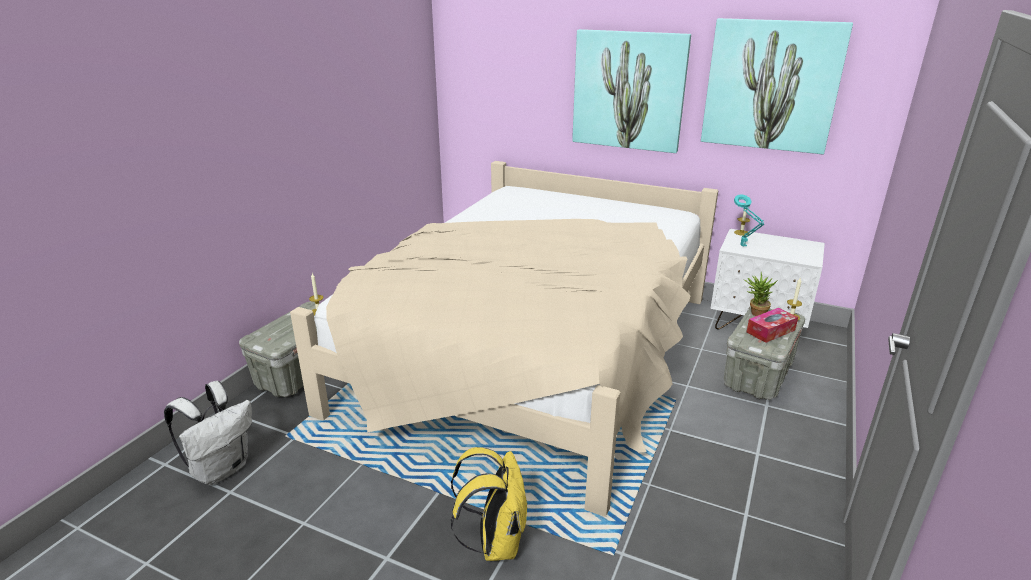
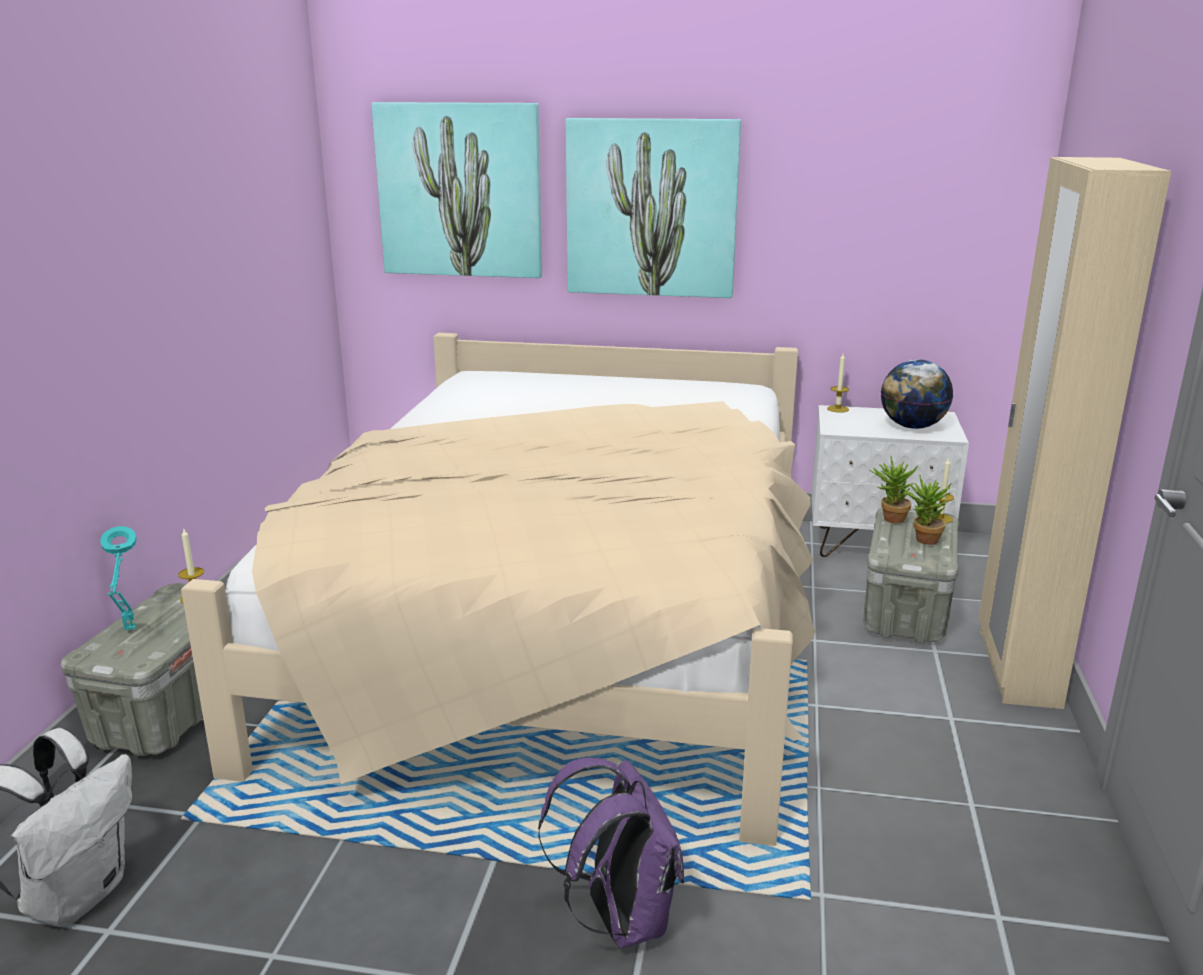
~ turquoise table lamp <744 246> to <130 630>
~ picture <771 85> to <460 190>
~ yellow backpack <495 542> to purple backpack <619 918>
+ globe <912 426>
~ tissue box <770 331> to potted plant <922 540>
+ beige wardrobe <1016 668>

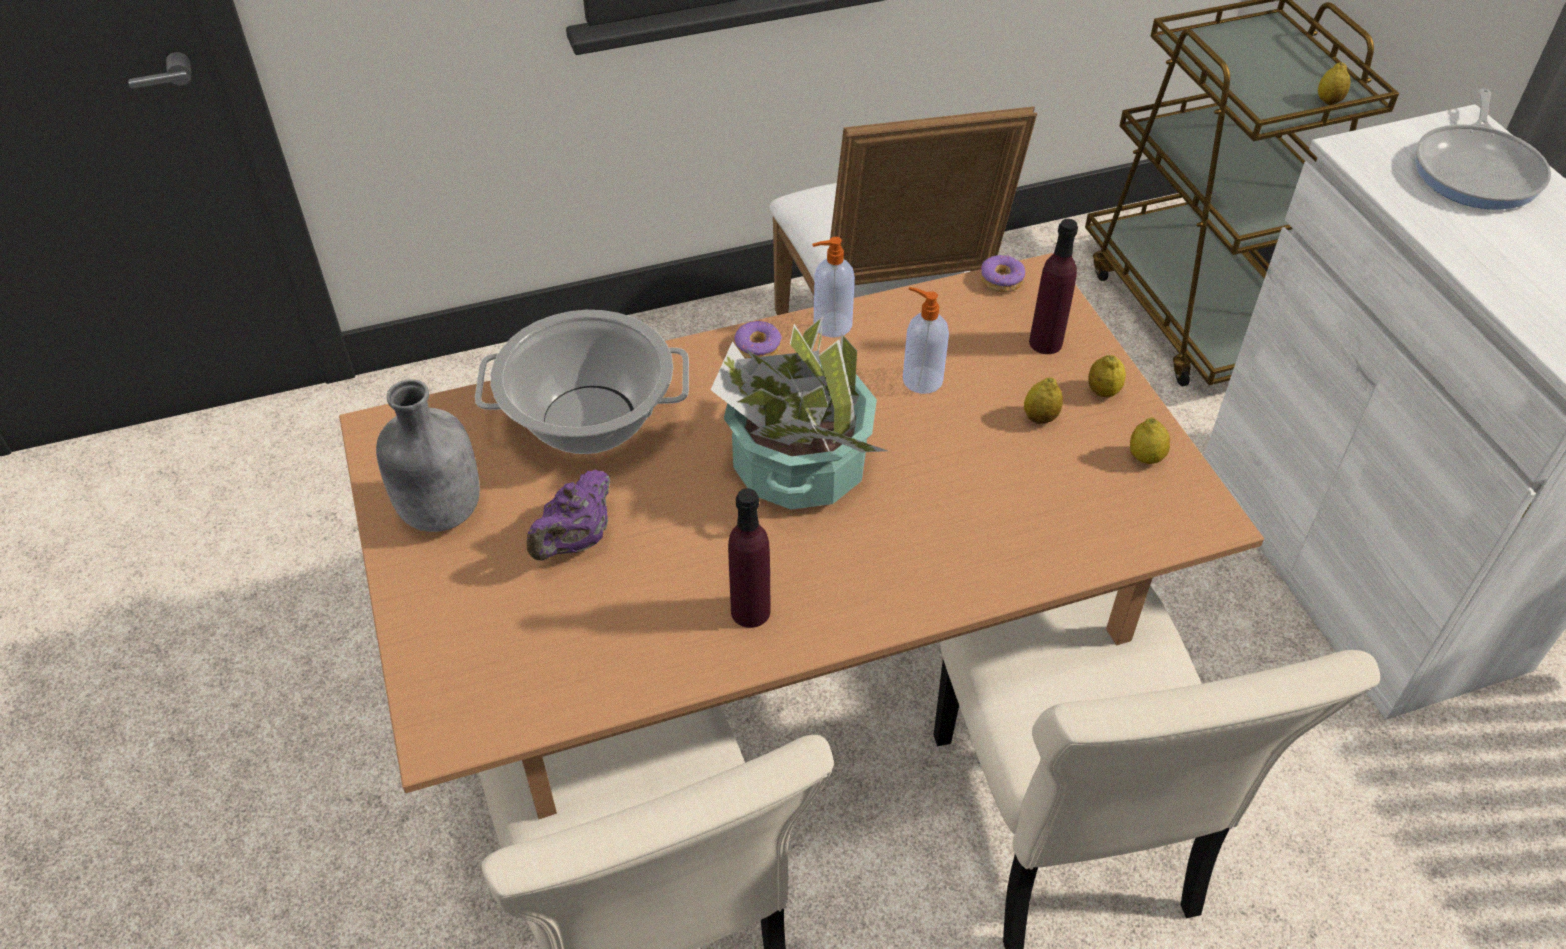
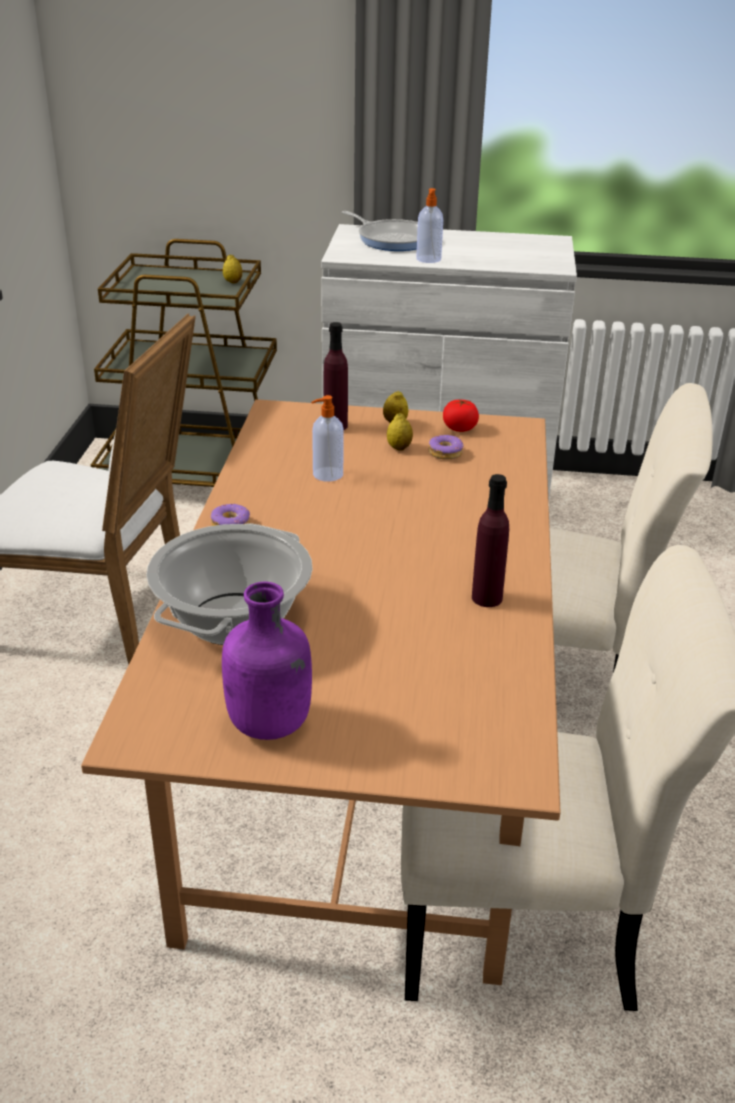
~ grey bottle <440 512> to purple bottle <270 725>
~ soap dispenser <831 325> to <428 259>
~ donut <1002 280> to <445 453>
~ lemon <1145 457> to tomato <459 428>
- purple teapot <575 541>
- potted plant <799 466>

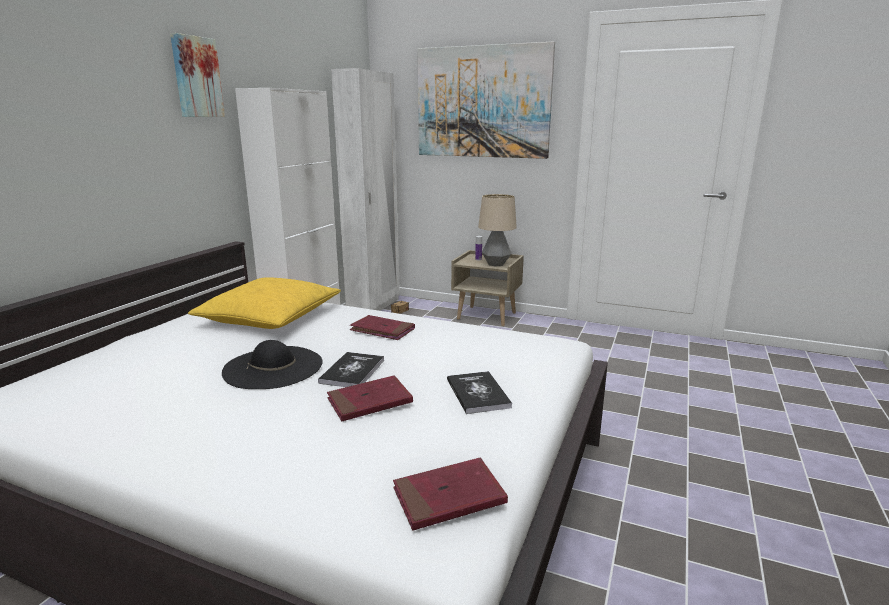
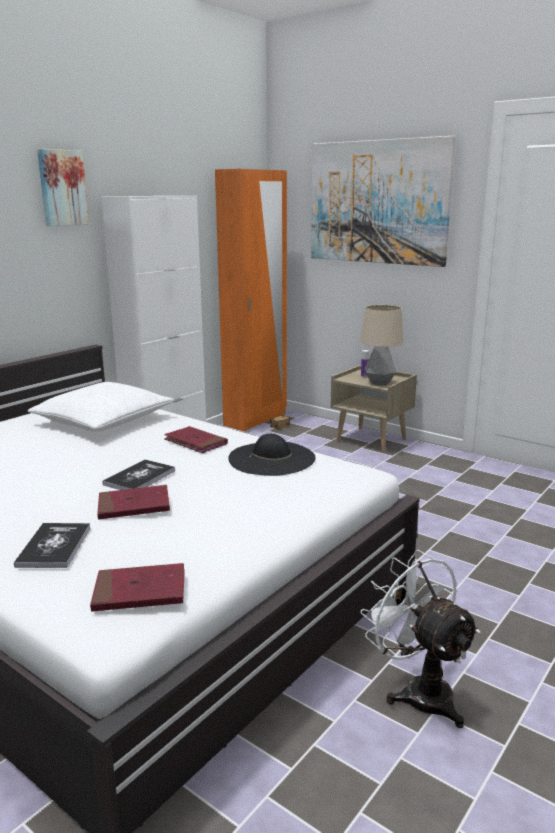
~ book <477 393> to <54 546>
~ yellow pillow <269 317> to white pillow <103 420>
~ white wardrobe <374 307> to orange wardrobe <256 419>
~ black hat <273 367> to <272 458>
+ white fan <419 691>

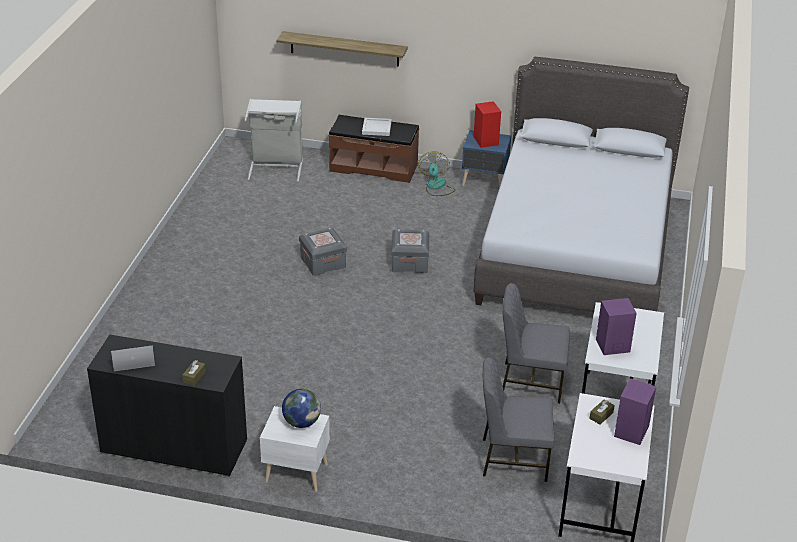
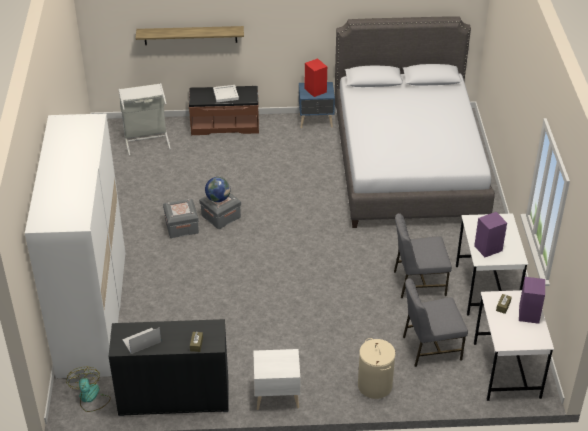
+ white wardrobe <92 313>
~ fan <436 187> to <90 398>
~ grey storage box <409 262> to <181 226>
~ globe <301 422> to <218 199>
+ beige laundry basket <375 386>

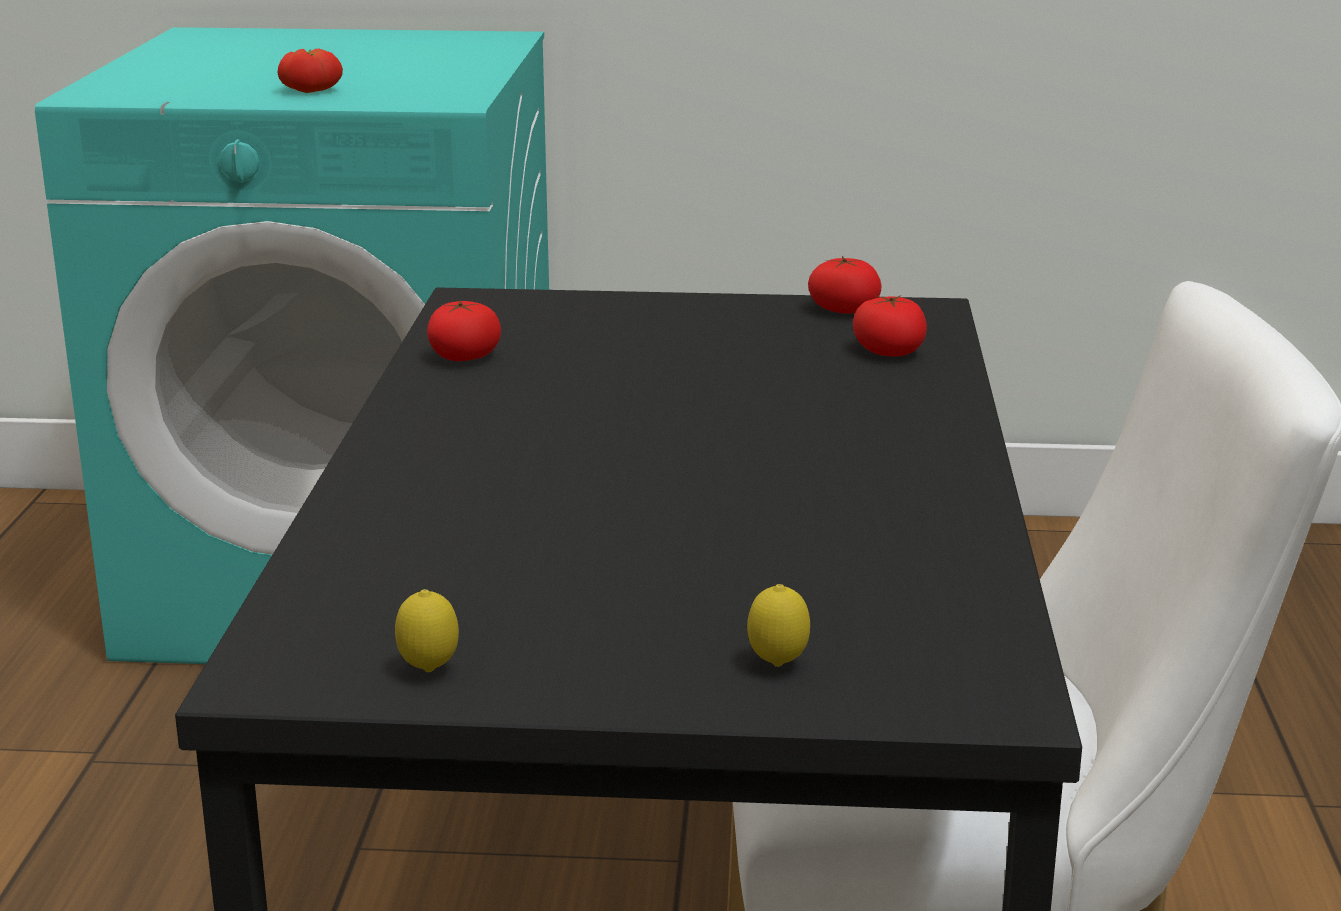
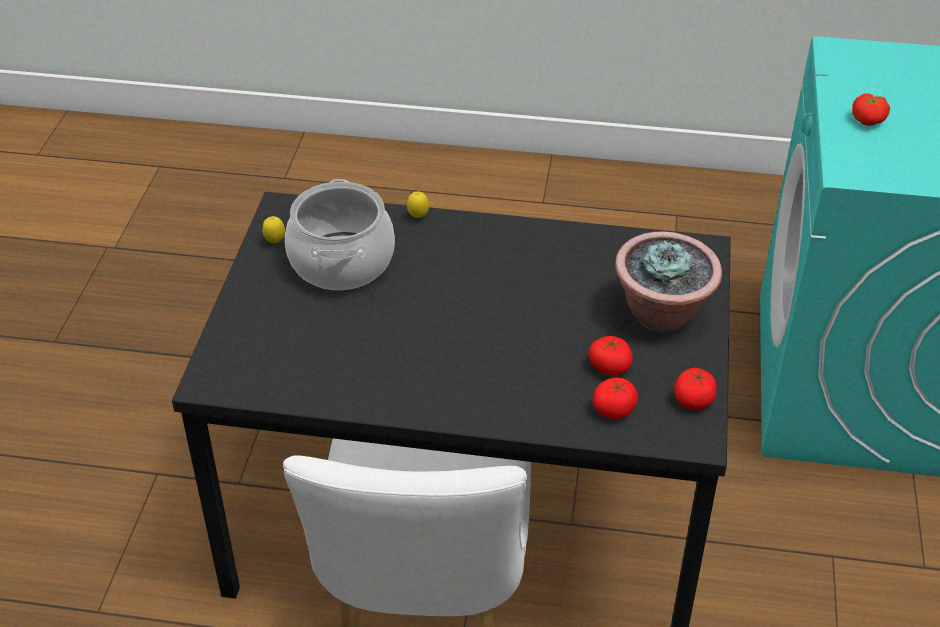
+ cooking pot <341 262>
~ lemon <777 665> to <418 217>
~ tomato <464 357> to <609 366>
+ potted plant <662 313>

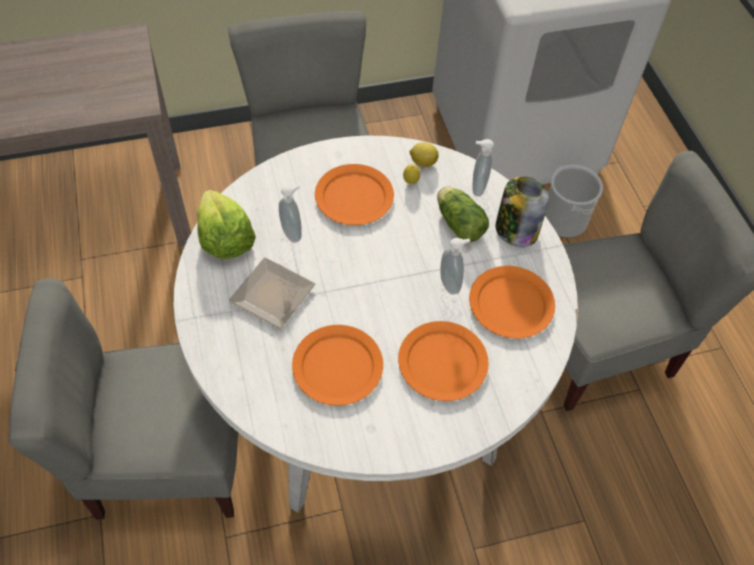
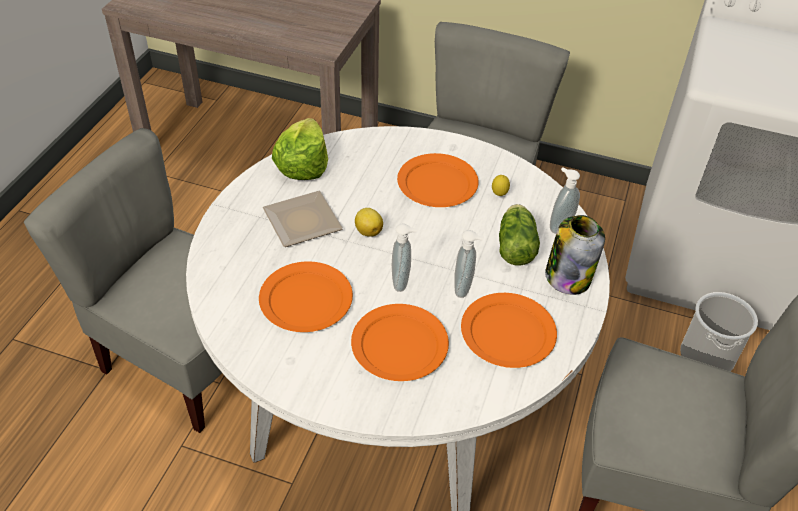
~ lemon <422 162> to <368 231>
~ soap dispenser <293 233> to <402 282>

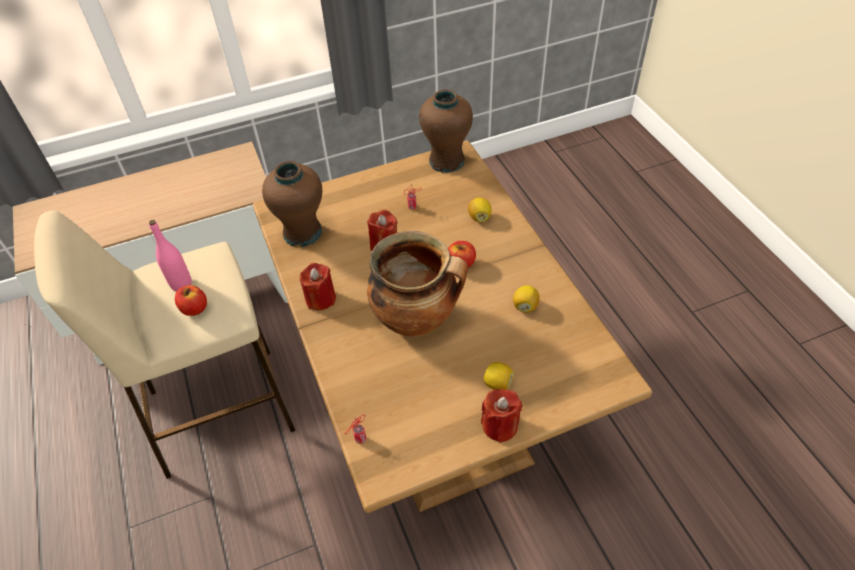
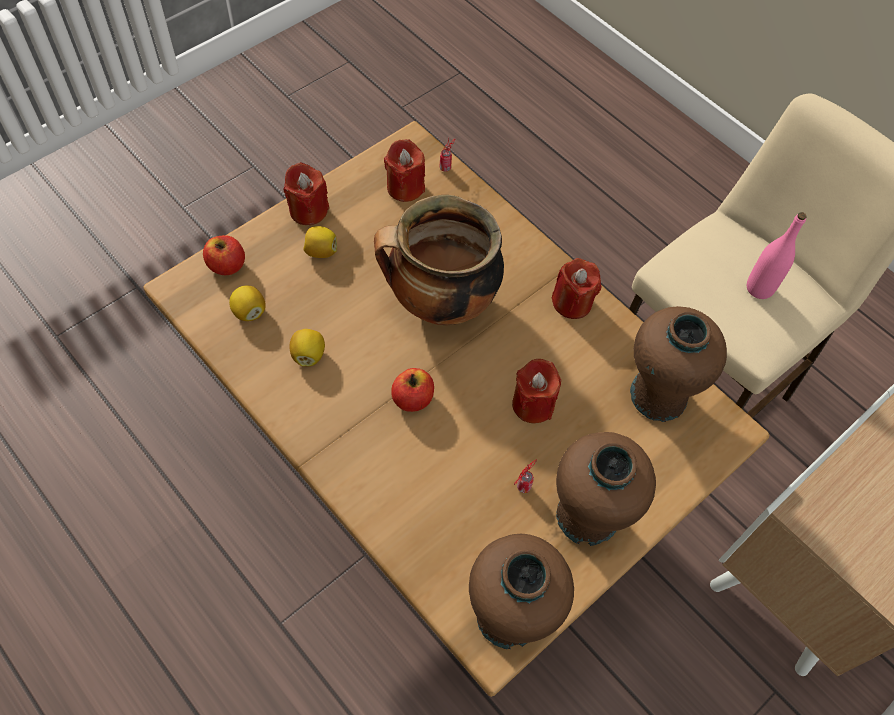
~ apple <194 309> to <227 265>
~ lemon <479 217> to <249 312>
+ red candle <405 187>
+ brown vase <588 516>

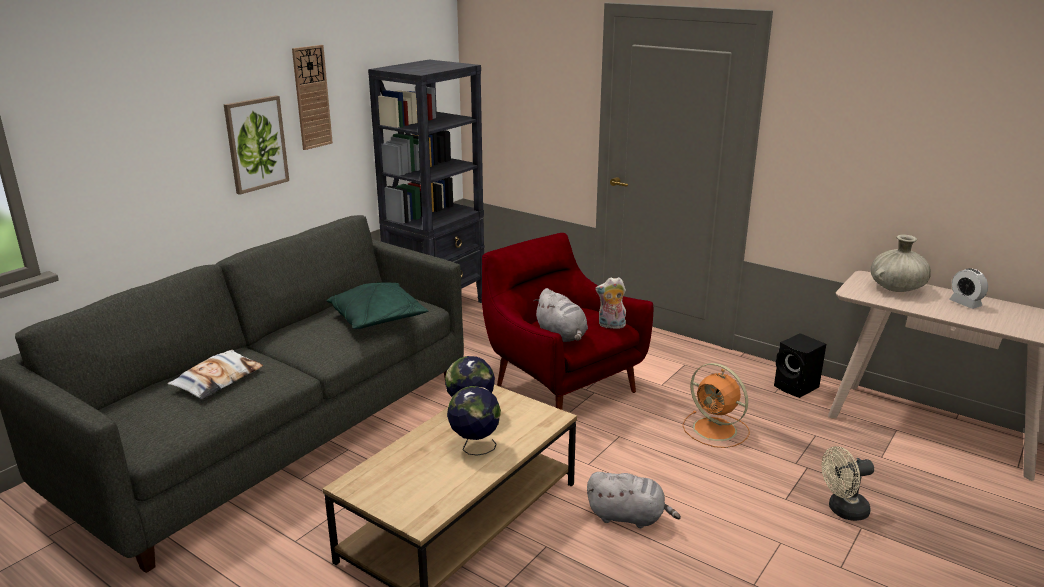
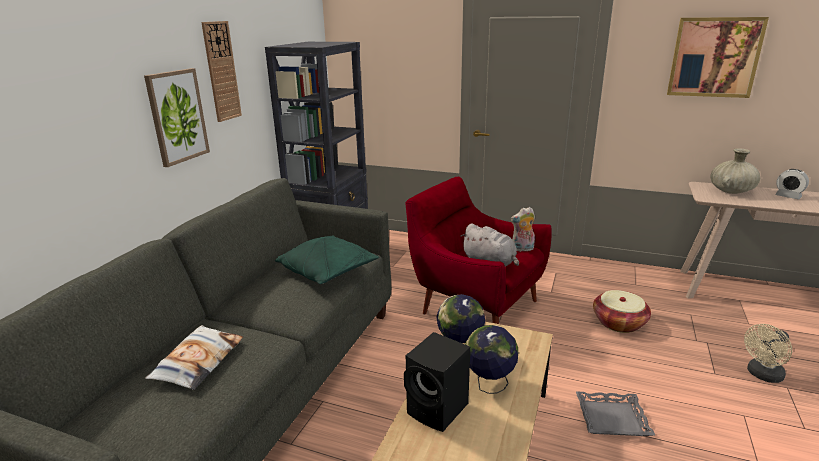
~ black speaker <797 387> to <439 410>
~ grey plush toy <629 517> to grey tray <612 418>
~ orange fan <716 430> to basket <619 323>
+ picture <714 57>

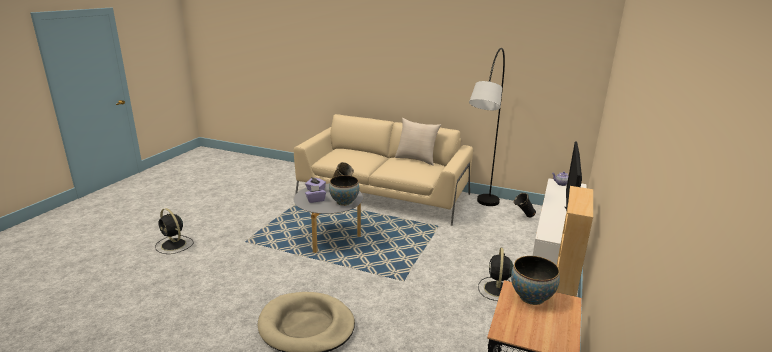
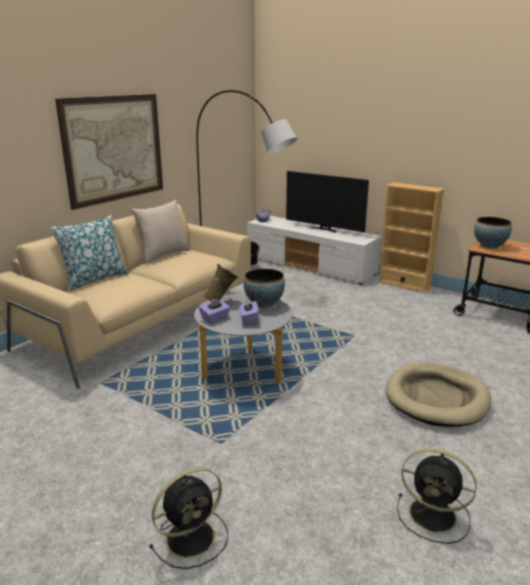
+ pillow <94 279>
+ picture <114 149>
~ black fan <497 290> to <434 516>

